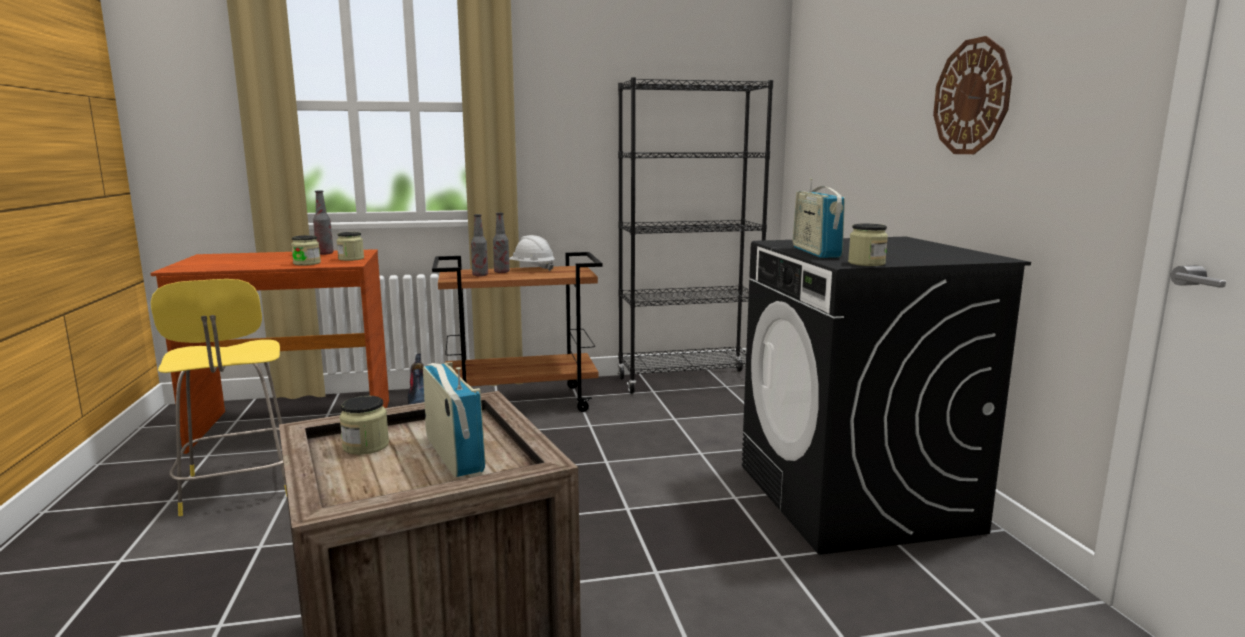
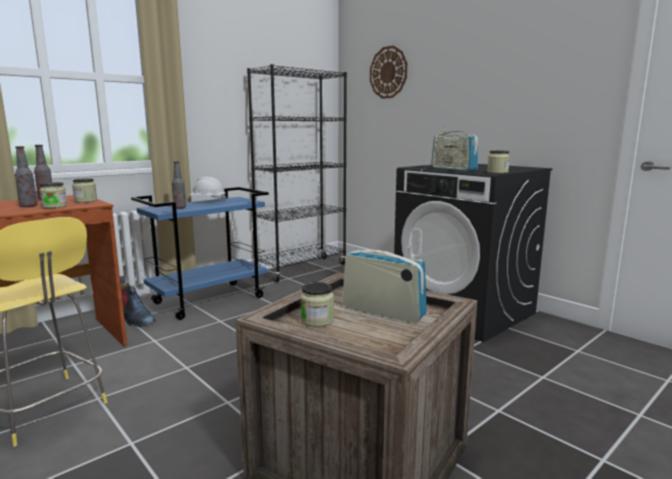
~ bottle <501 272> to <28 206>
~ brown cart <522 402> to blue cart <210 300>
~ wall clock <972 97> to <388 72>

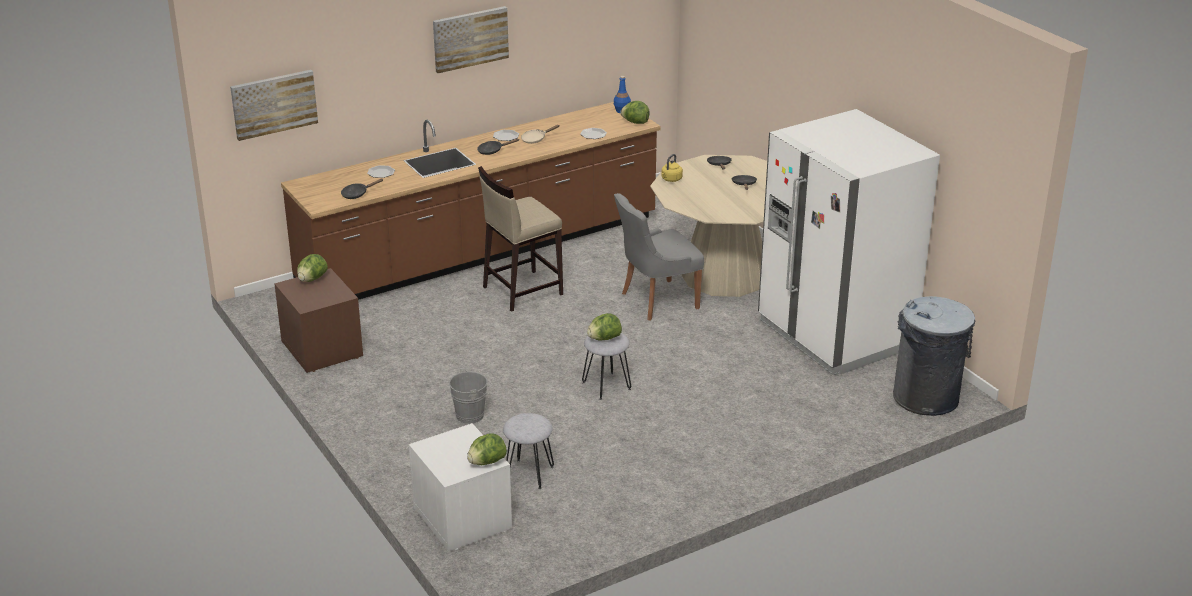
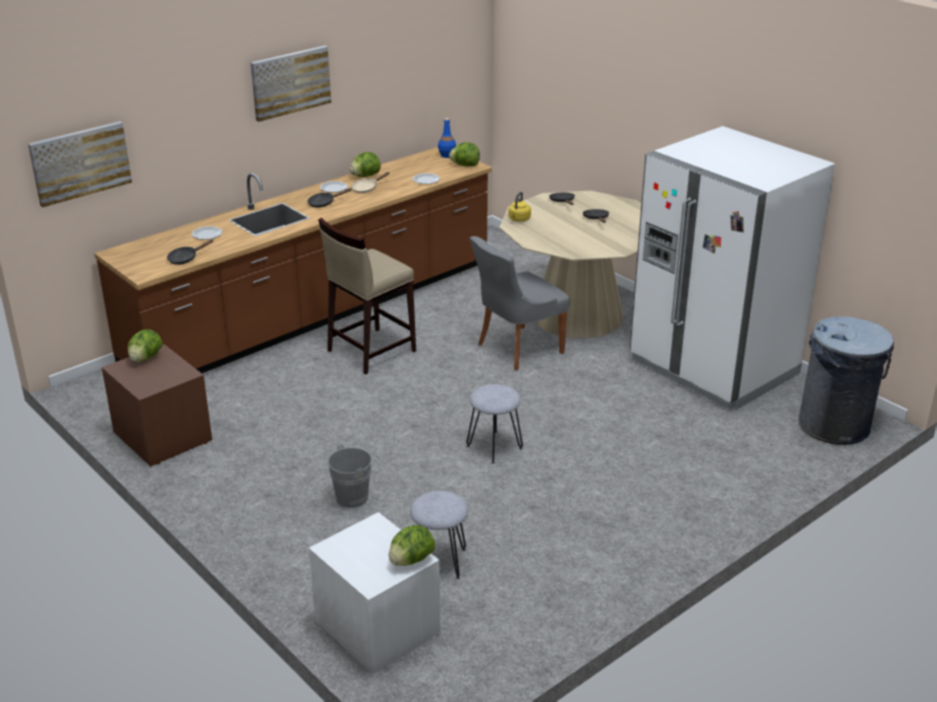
~ lettuce <604 338> to <365 176>

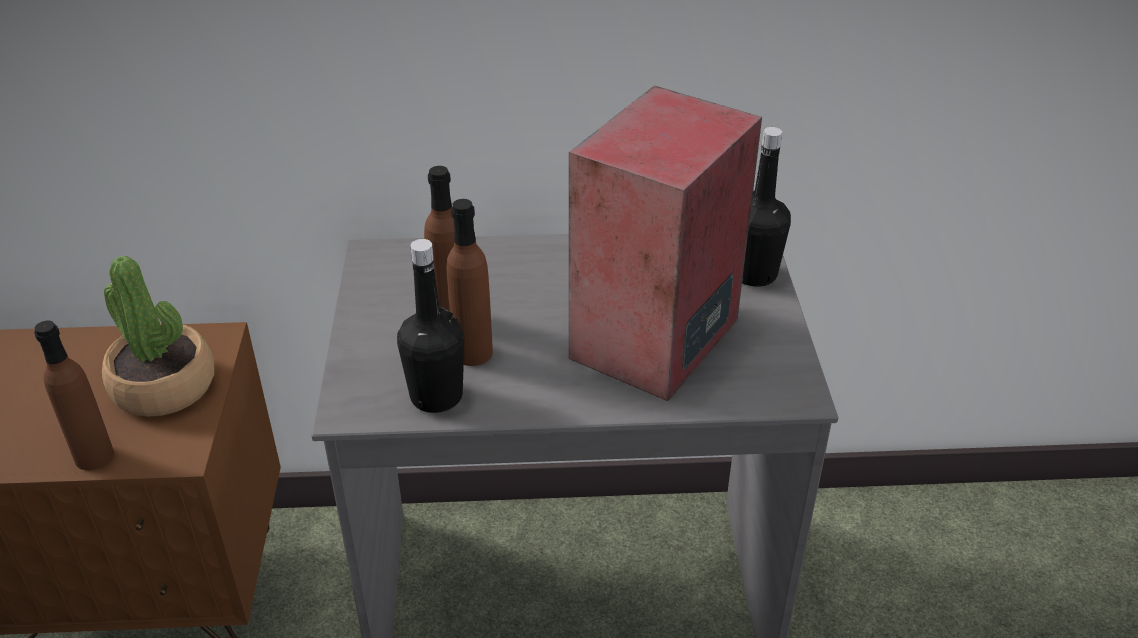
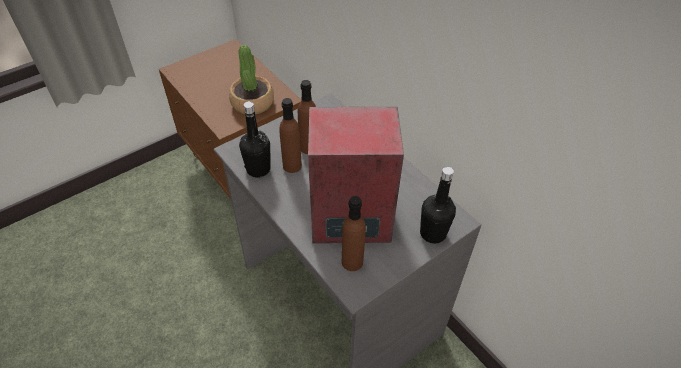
~ brown bottle <94 456> to <352 262>

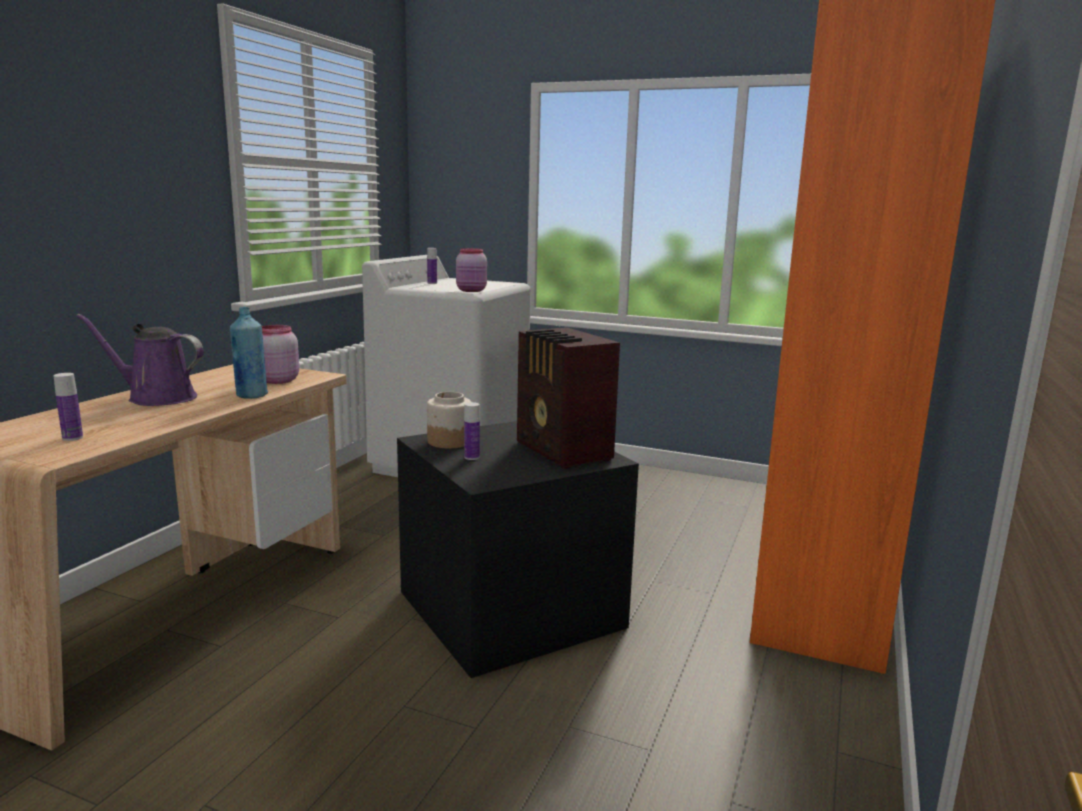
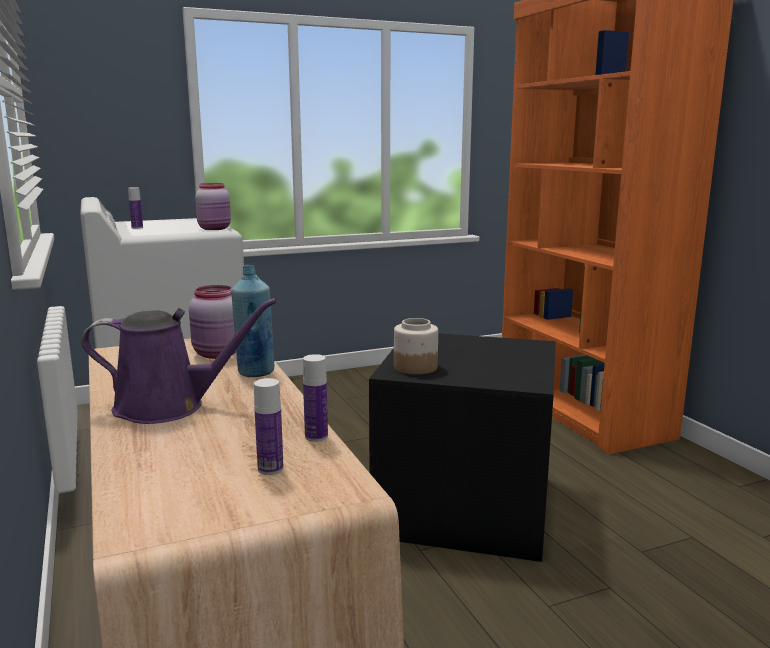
~ purple watering can <156 398> = <168 406> 150 degrees counterclockwise
~ bottle <472 457> to <316 436>
- radio <563 451>

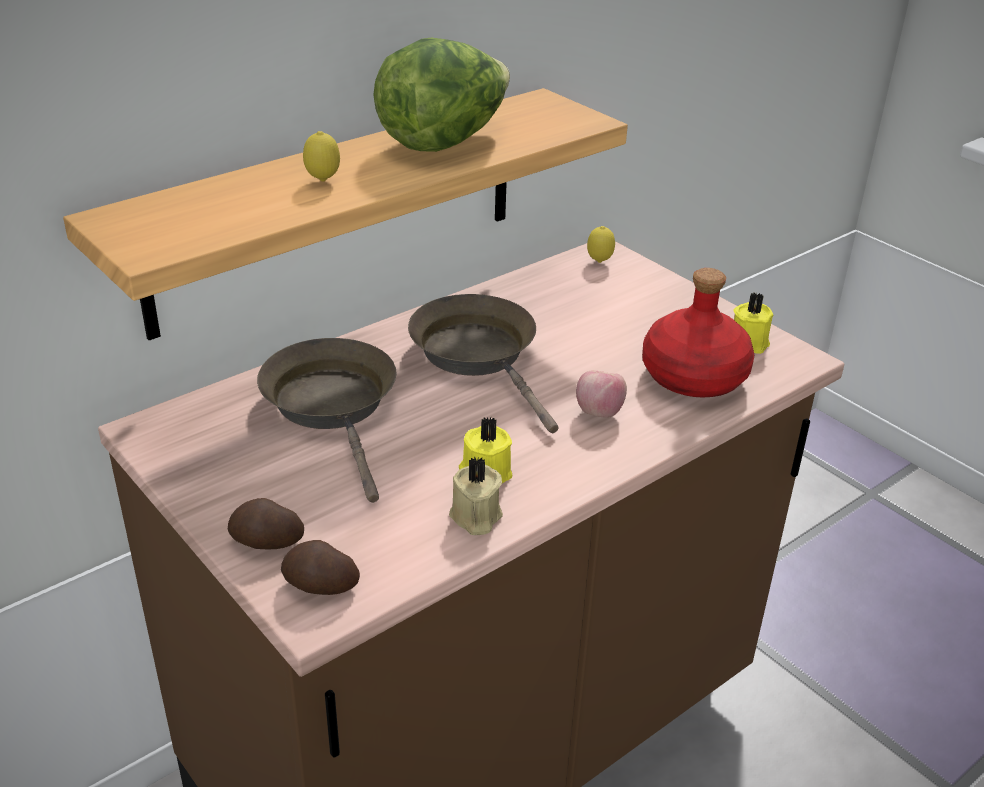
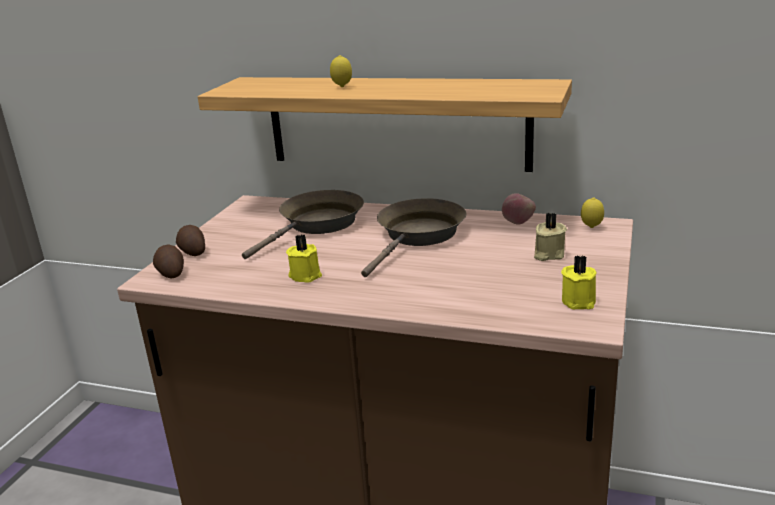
~ apple <599 412> to <518 223>
~ beige candle <475 517> to <548 254>
- lettuce <444 141>
- red bottle <693 377>

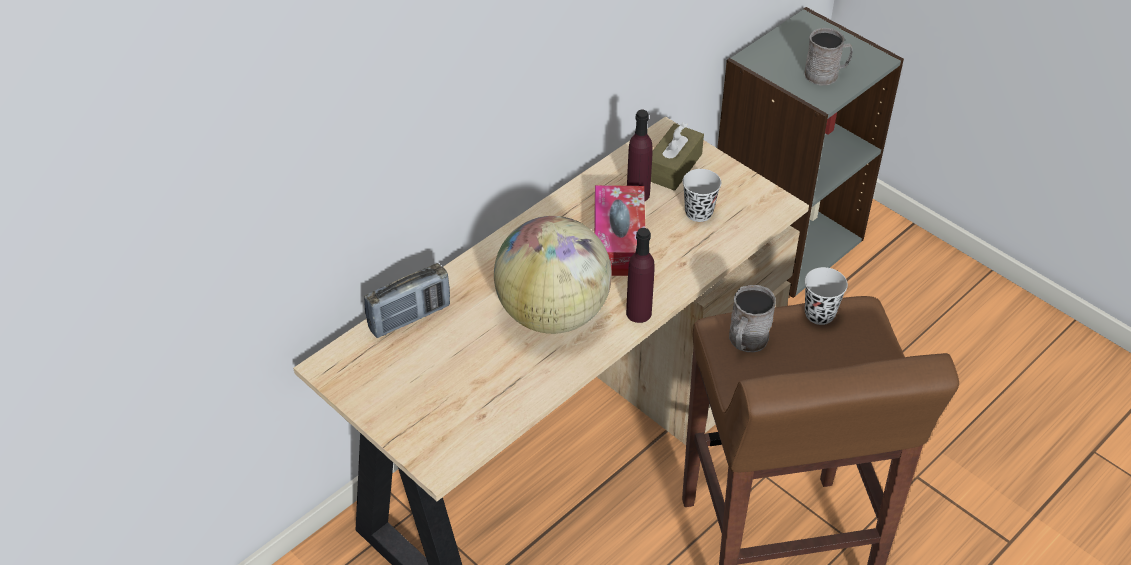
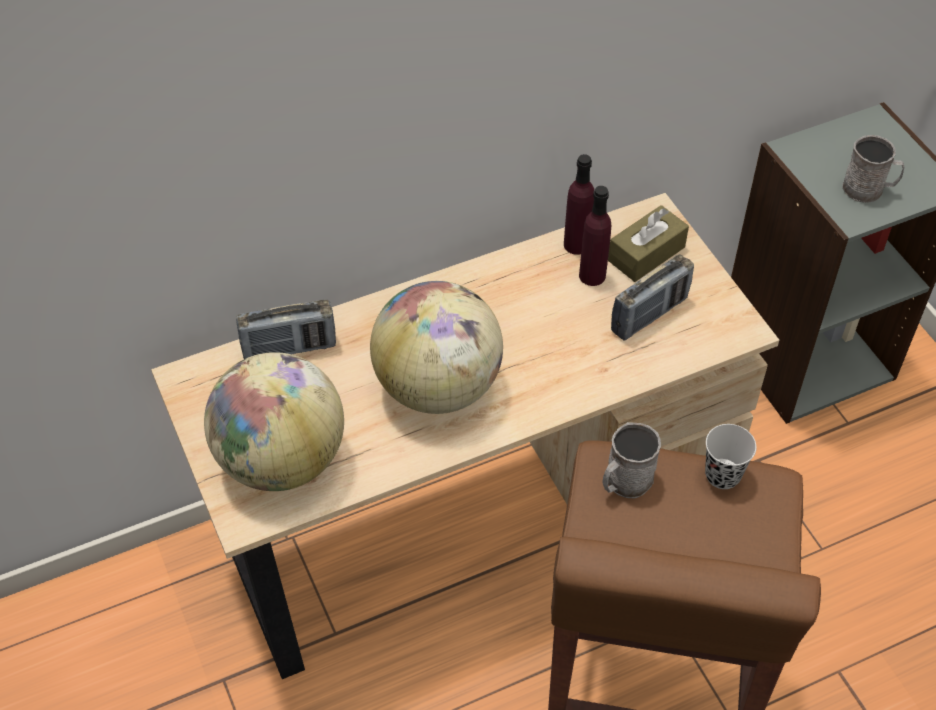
+ globe <281 460>
~ purple bottle <638 313> to <576 244>
~ black cup <698 213> to radio <649 315>
- tissue box <618 241>

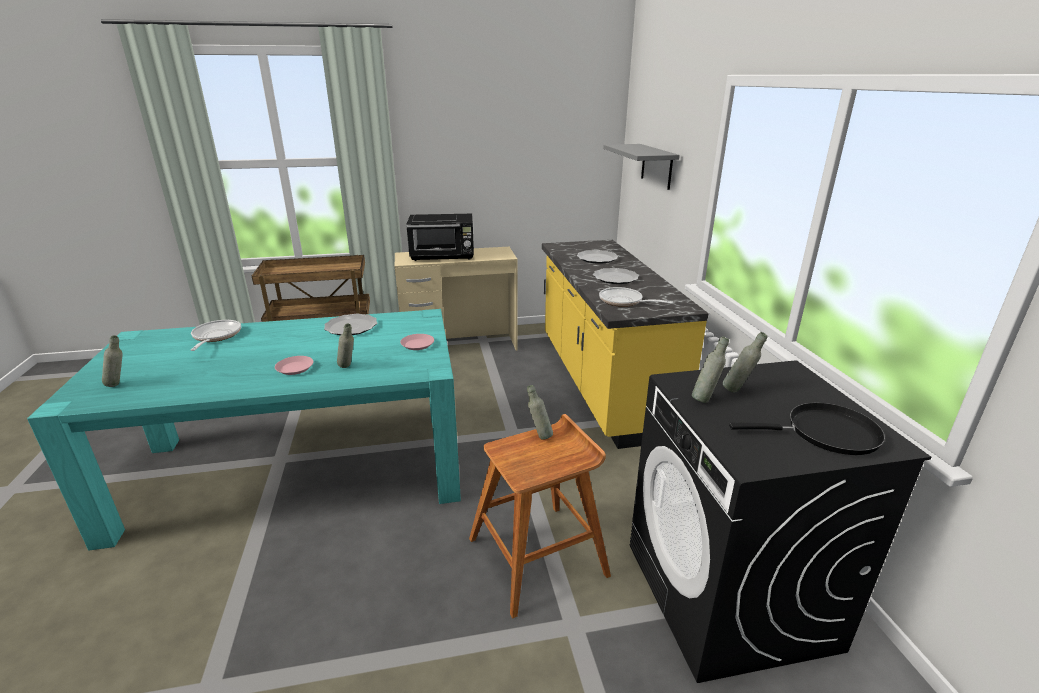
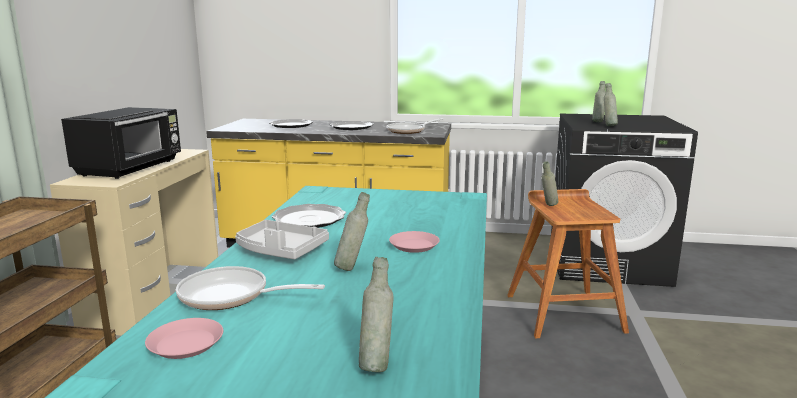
~ pink plate <417 344> to <185 344>
+ grey tray <280 251>
~ grey bottle <348 368> to <352 268>
- grey shelf <656 166>
- black frying pan <825 433>

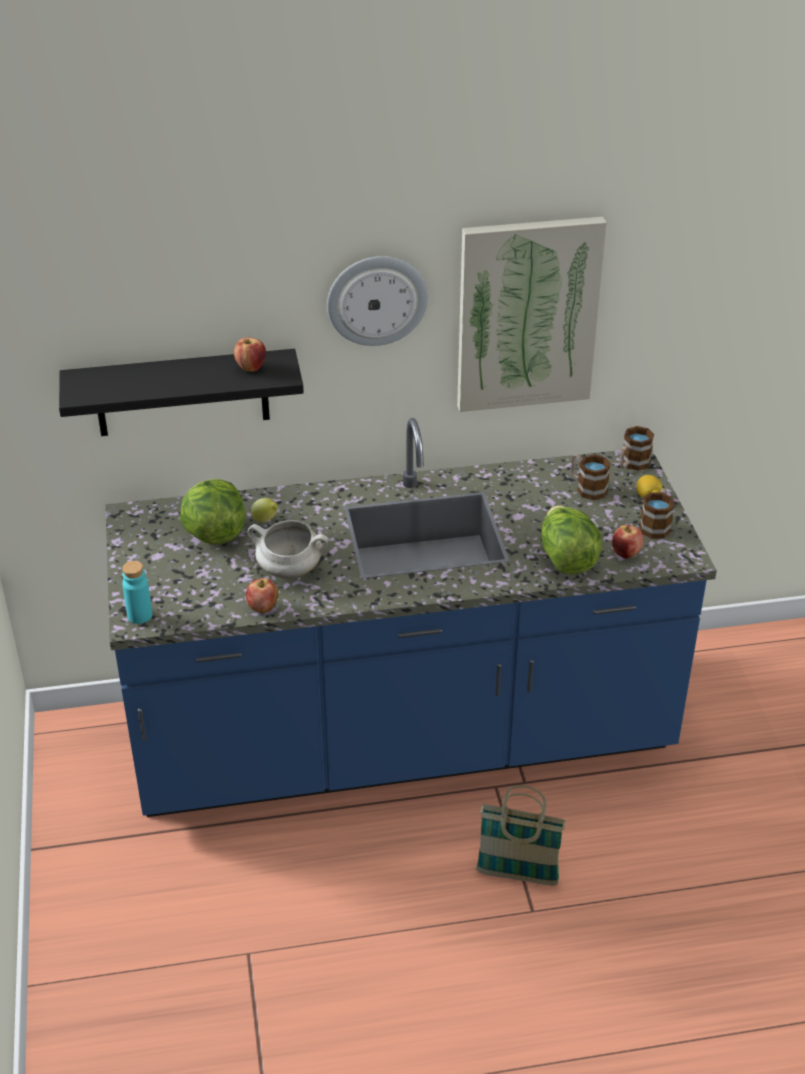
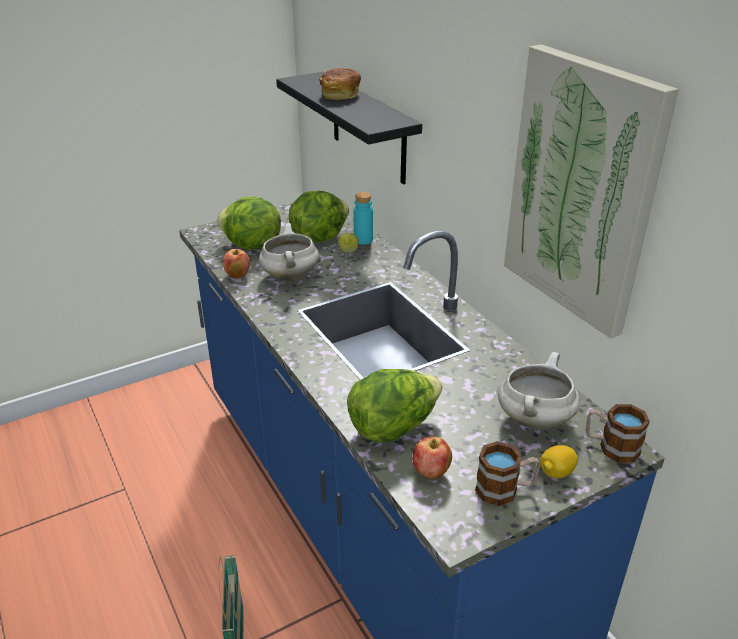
+ lettuce <251 246>
+ bread <340 95>
~ turquoise bottle <140 615> to <363 240>
~ mug <587 487> to white cooking pot <534 418>
- apple <251 368>
- wall clock <377 300>

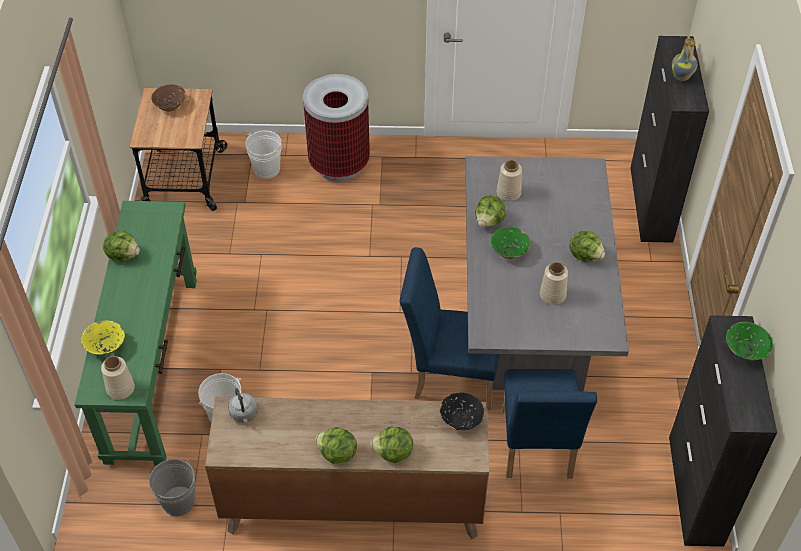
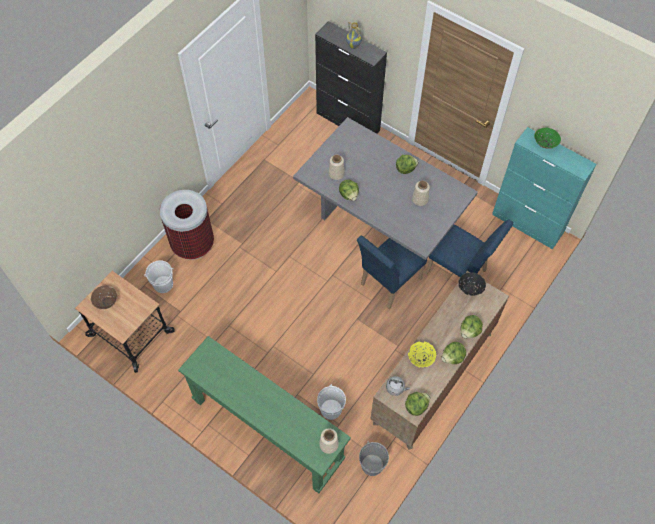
~ lettuce <123 255> to <416 406>
~ yellow bowl <106 346> to <421 358>
~ black cabinet <695 491> to turquoise cabinet <527 224>
- green bowl <509 251>

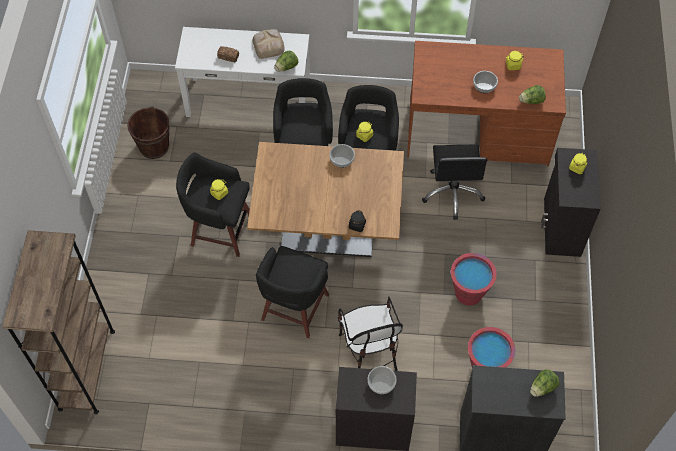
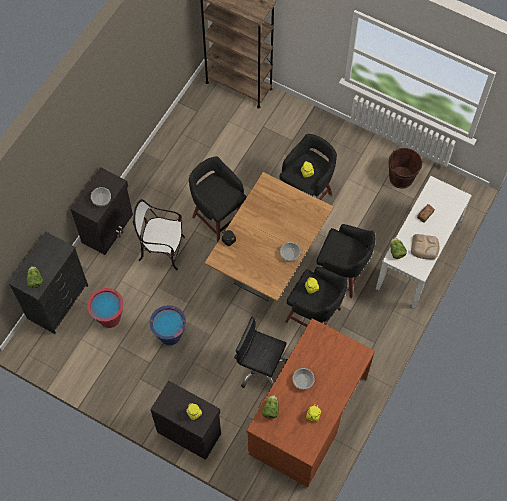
~ red bucket <468 293> to blue bucket <170 335>

